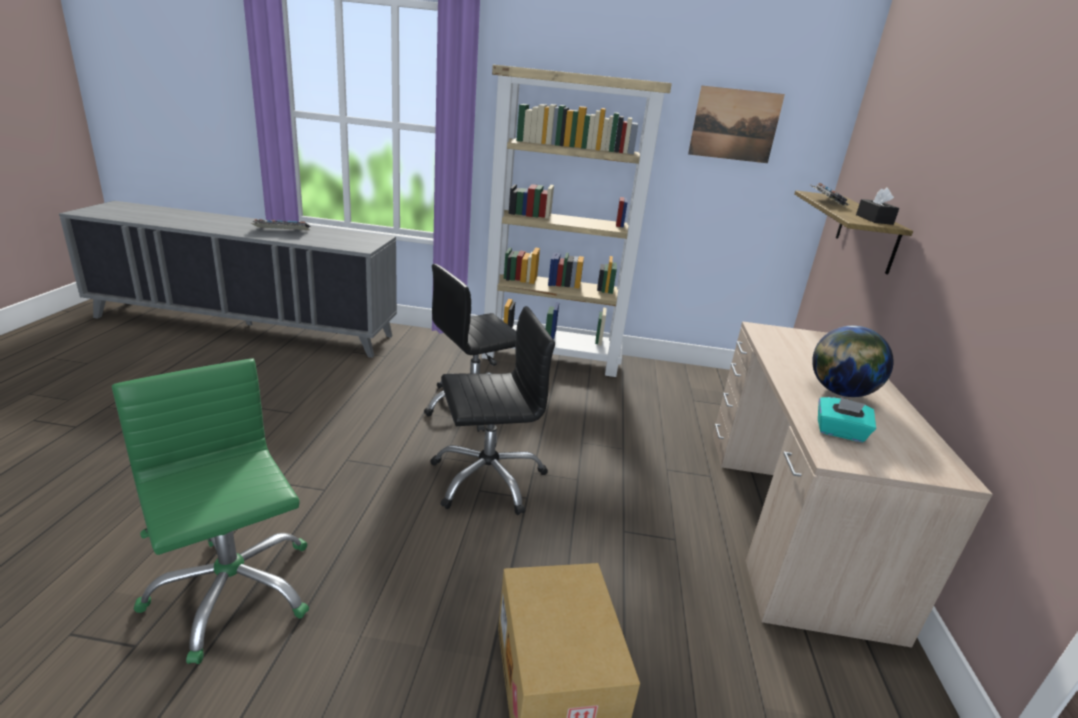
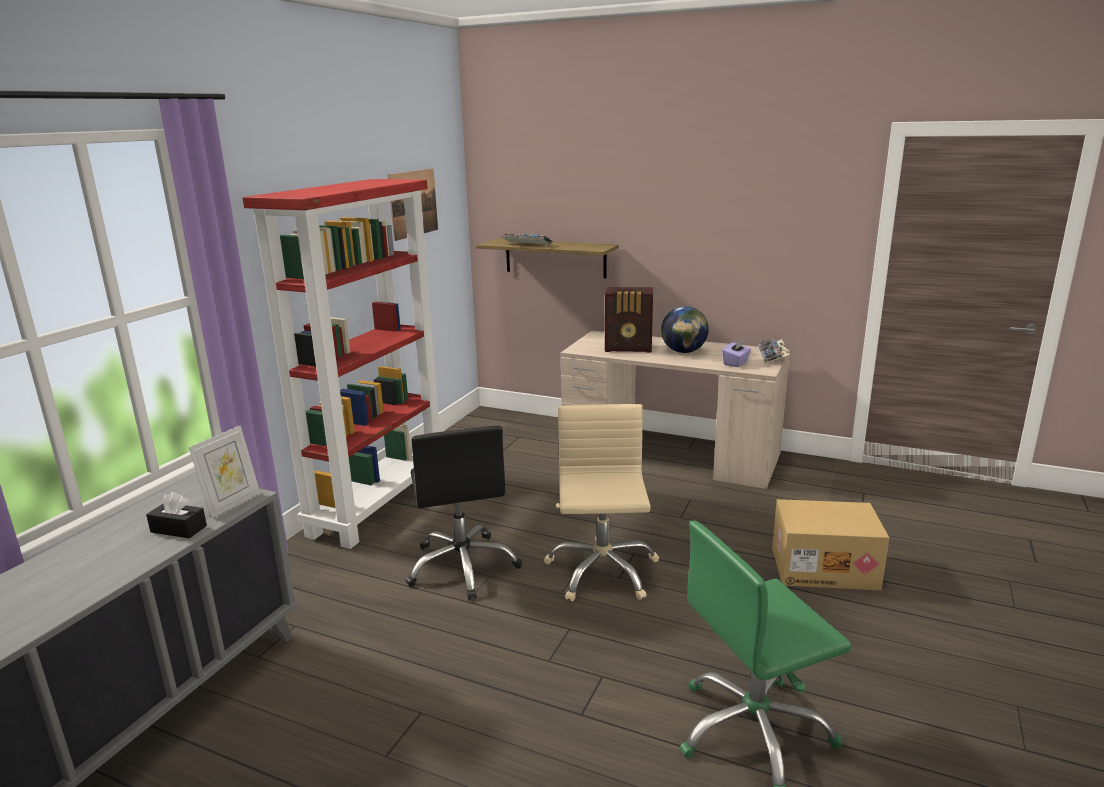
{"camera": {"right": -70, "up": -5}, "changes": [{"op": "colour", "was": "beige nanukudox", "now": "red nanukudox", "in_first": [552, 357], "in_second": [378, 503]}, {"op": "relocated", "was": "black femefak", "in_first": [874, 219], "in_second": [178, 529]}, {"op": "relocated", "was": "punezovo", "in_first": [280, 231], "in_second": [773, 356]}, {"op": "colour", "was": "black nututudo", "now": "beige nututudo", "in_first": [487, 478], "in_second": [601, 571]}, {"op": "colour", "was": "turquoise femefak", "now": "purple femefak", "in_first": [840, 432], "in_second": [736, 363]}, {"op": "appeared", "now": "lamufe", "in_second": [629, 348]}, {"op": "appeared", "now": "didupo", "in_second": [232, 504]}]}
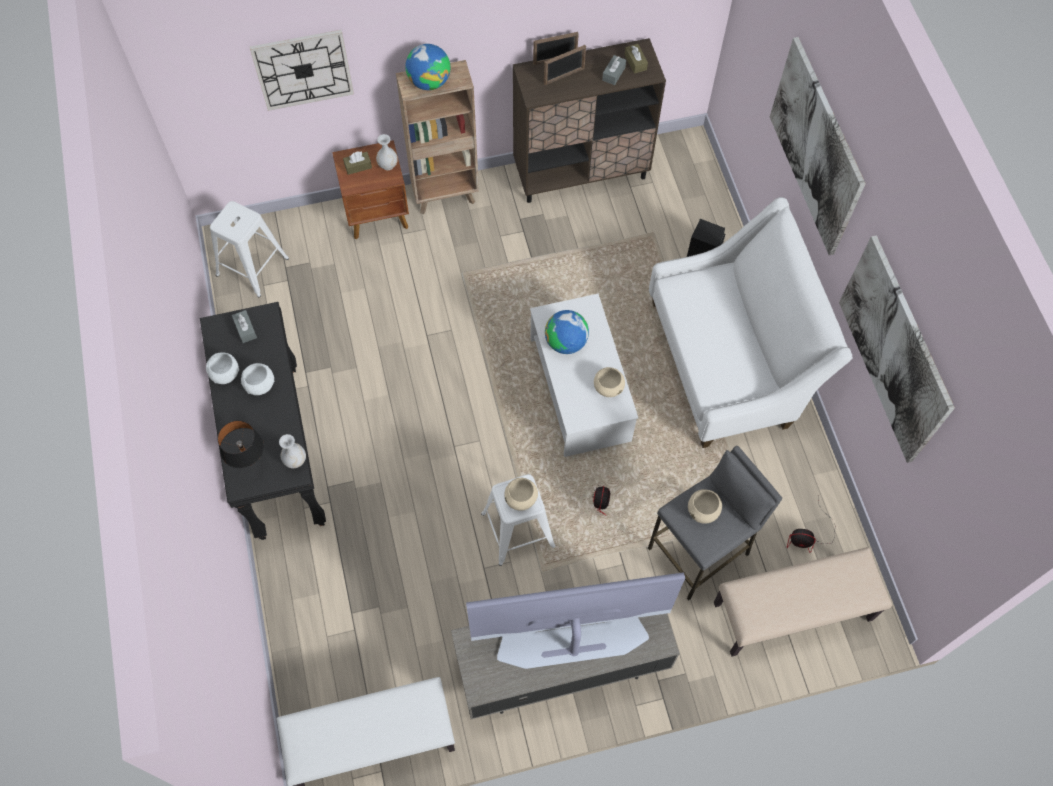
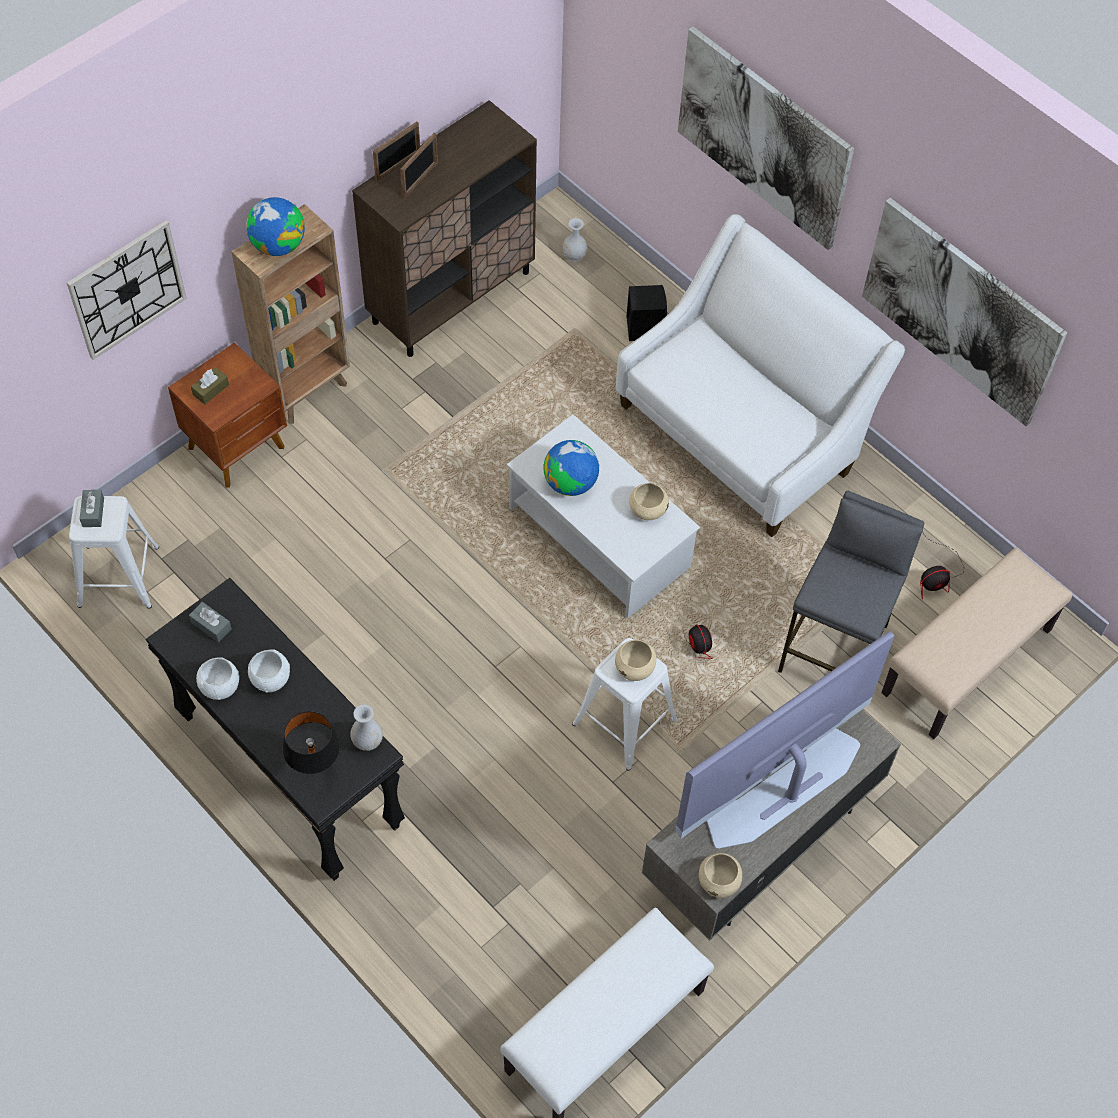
{"camera": {"right": -30, "up": -5}, "changes": [{"op": "missing", "was": "brown femefak", "in_first": [635, 62]}, {"op": "relocated", "was": "grey femefak", "in_first": [613, 74], "in_second": [93, 512]}, {"op": "relocated", "was": "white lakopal", "in_first": [388, 165], "in_second": [574, 255]}, {"op": "relocated", "was": "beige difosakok", "in_first": [703, 511], "in_second": [719, 881]}]}
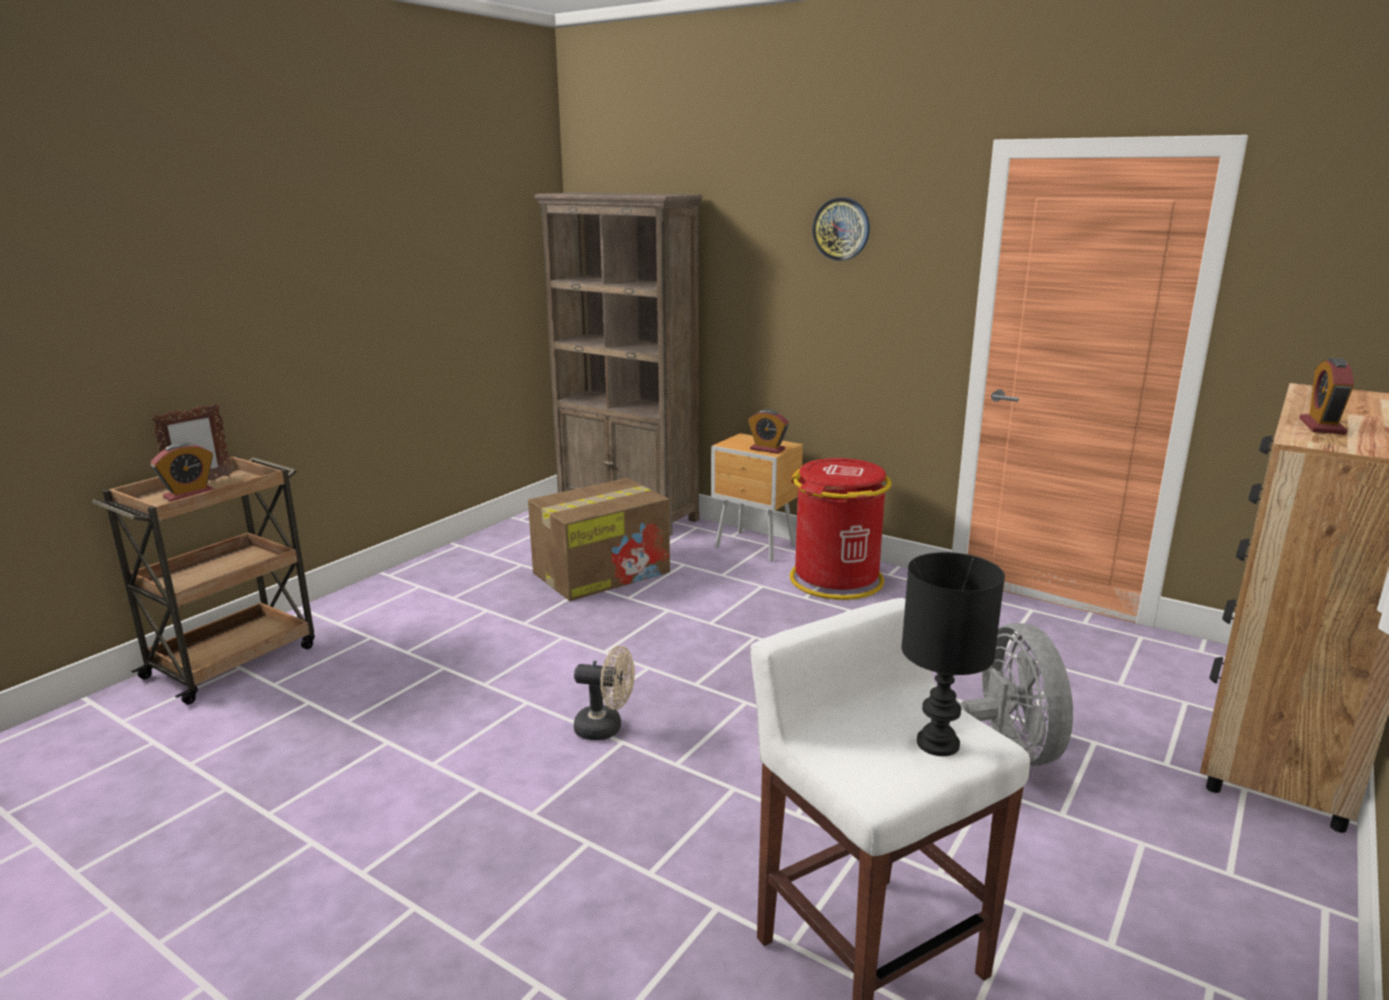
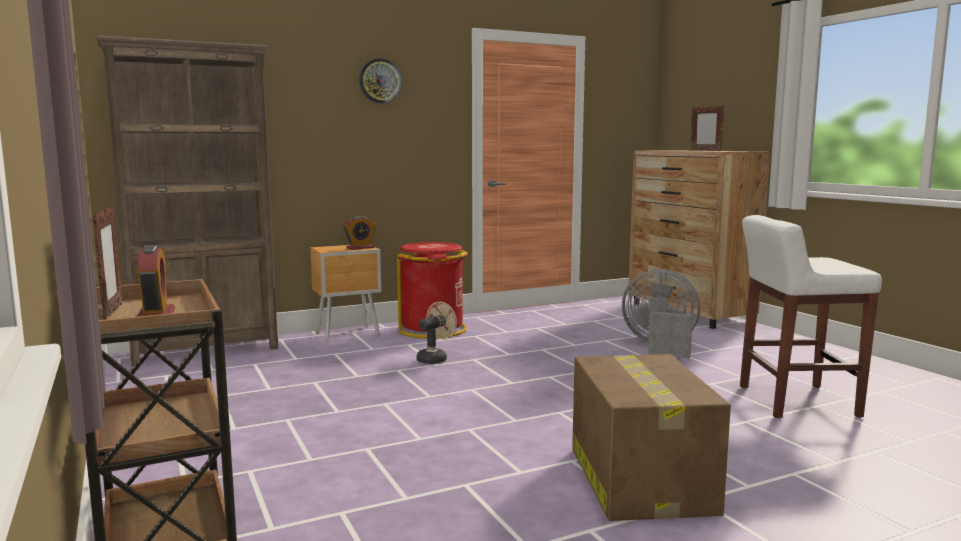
{"camera": {"right": -60, "up": -10}, "changes": [{"op": "exchanged", "was": "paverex", "now": "didupo", "in_first": [1322, 426], "in_second": [705, 151]}, {"op": "relocated", "was": "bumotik", "in_first": [603, 572], "in_second": [639, 478]}, {"op": "missing", "was": "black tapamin", "in_first": [939, 743]}, {"op": "relocated", "was": "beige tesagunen", "in_first": [606, 728], "in_second": [435, 358]}]}
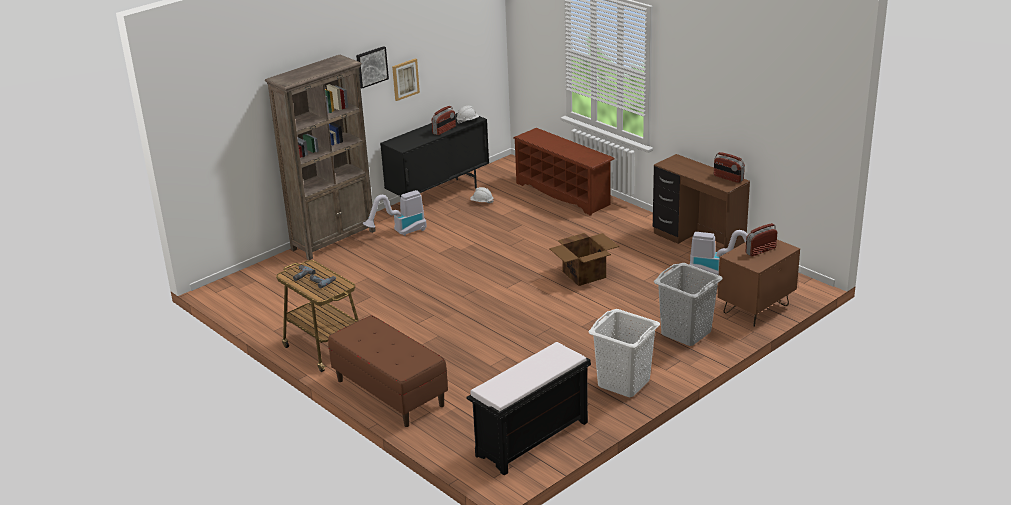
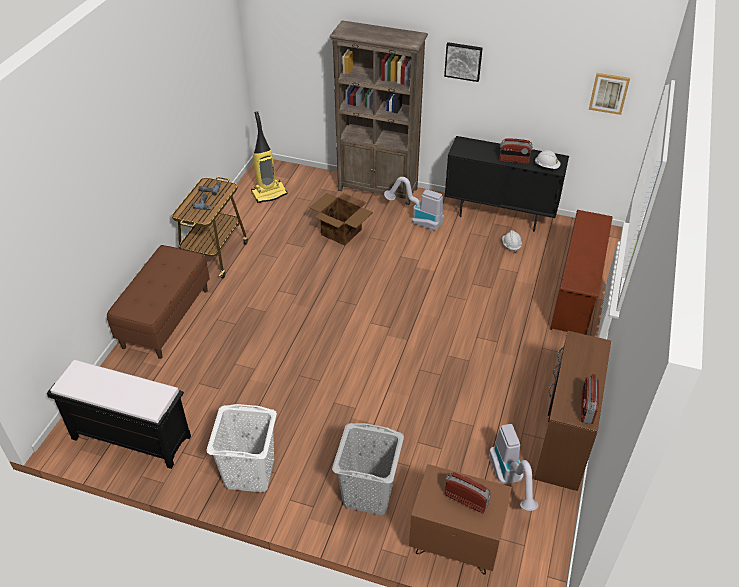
{"camera": {"right": 60, "up": 15}, "changes": [{"op": "relocated", "was": "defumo", "in_first": [405, 79], "in_second": [609, 93]}, {"op": "relocated", "was": "bumotik", "in_first": [585, 274], "in_second": [341, 232]}, {"op": "appeared", "now": "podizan", "in_second": [269, 193]}]}
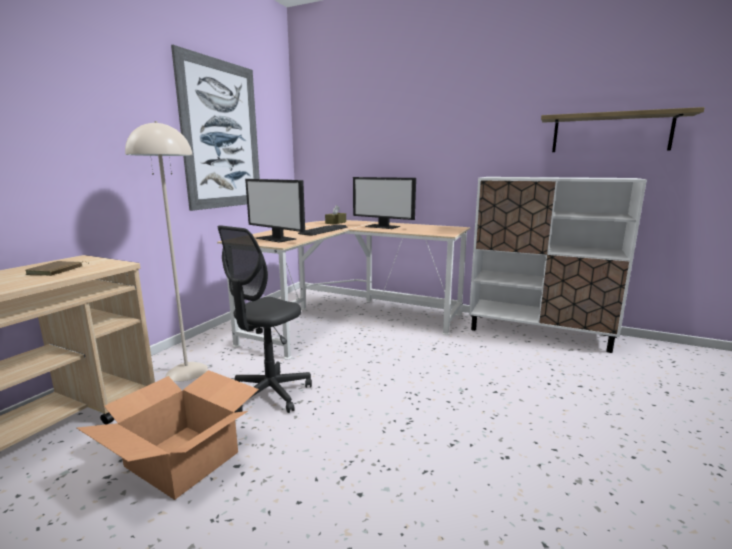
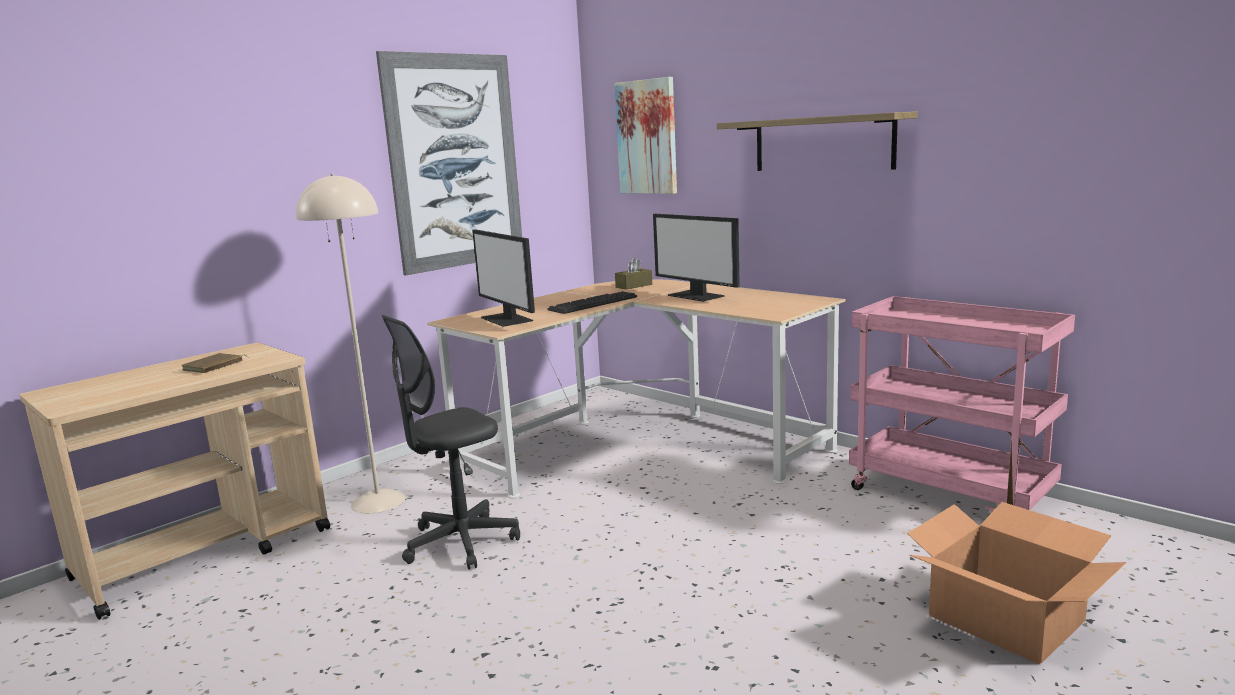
{"camera": {"right": 20, "up": 0}, "changes": [{"op": "relocated", "was": "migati", "in_first": [610, 133], "in_second": [822, 143]}, {"op": "exchanged", "was": "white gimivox", "now": "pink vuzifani", "in_first": [538, 332], "in_second": [951, 494]}, {"op": "relocated", "was": "bumotik", "in_first": [183, 458], "in_second": [1006, 617]}, {"op": "appeared", "now": "defumo", "in_second": [647, 137]}]}
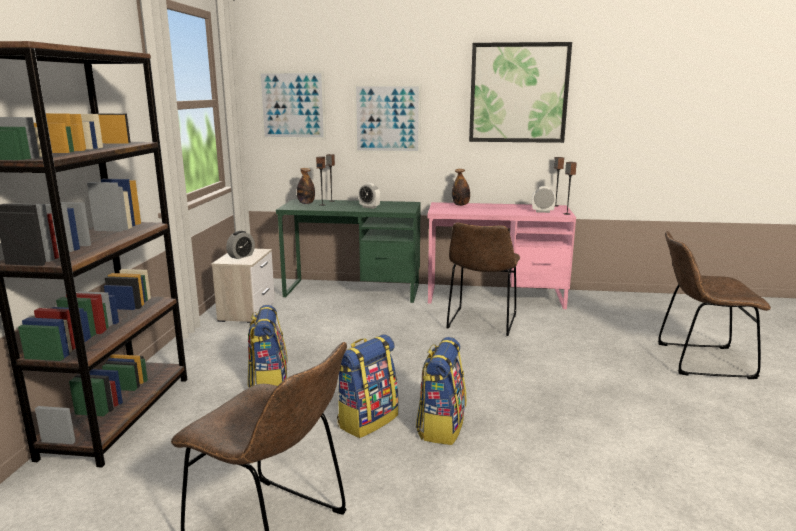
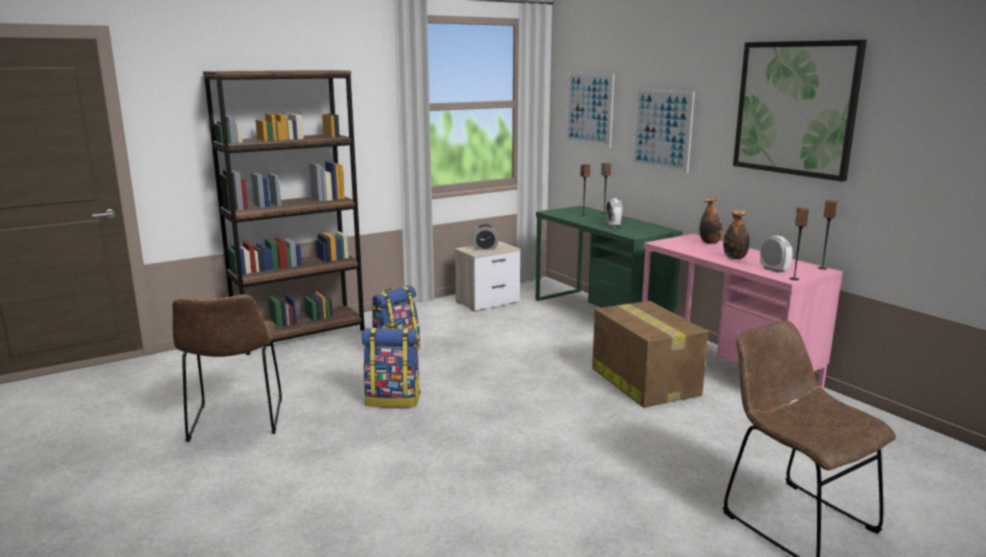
{"camera": {"right": 50, "up": 0}, "changes": [{"op": "relocated", "was": "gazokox", "in_first": [306, 203], "in_second": [734, 258]}, {"op": "exchanged", "was": "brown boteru", "now": "bumotik", "in_first": [481, 323], "in_second": [643, 381]}, {"op": "missing", "was": "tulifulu", "in_first": [441, 426]}]}
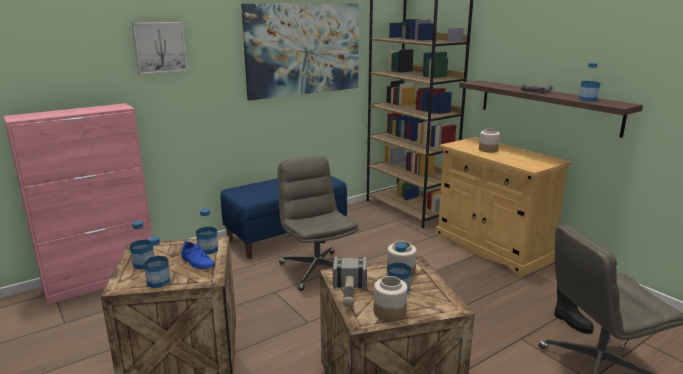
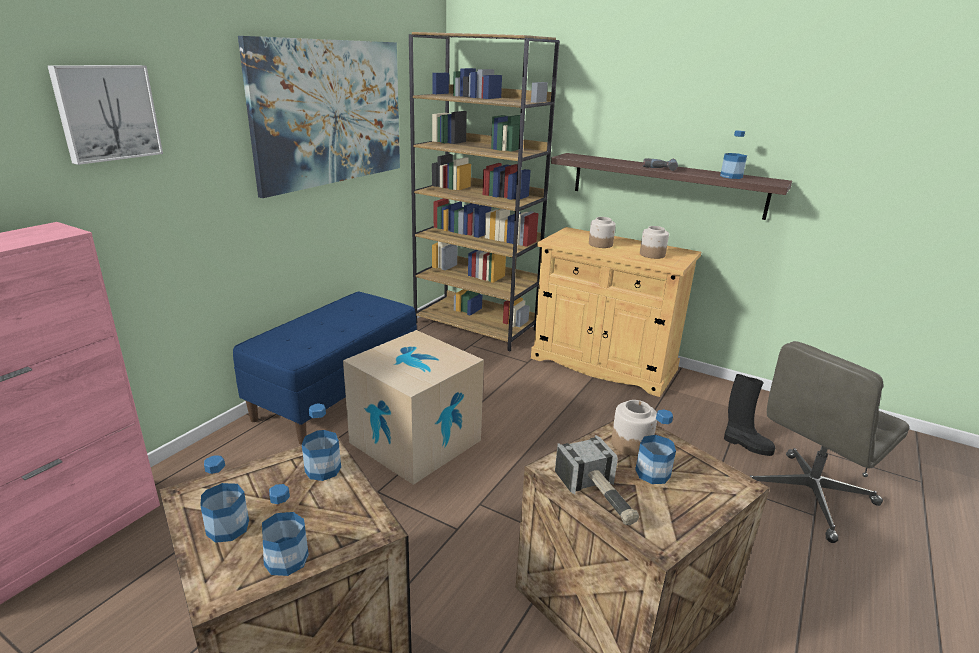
{"camera": {"right": -25, "up": 5}, "changes": [{"op": "exchanged", "was": "grey nututudo", "now": "bumotik", "in_first": [316, 270], "in_second": [415, 441]}, {"op": "missing", "was": "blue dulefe", "in_first": [198, 262]}, {"op": "relocated", "was": "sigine", "in_first": [389, 312], "in_second": [652, 254]}]}
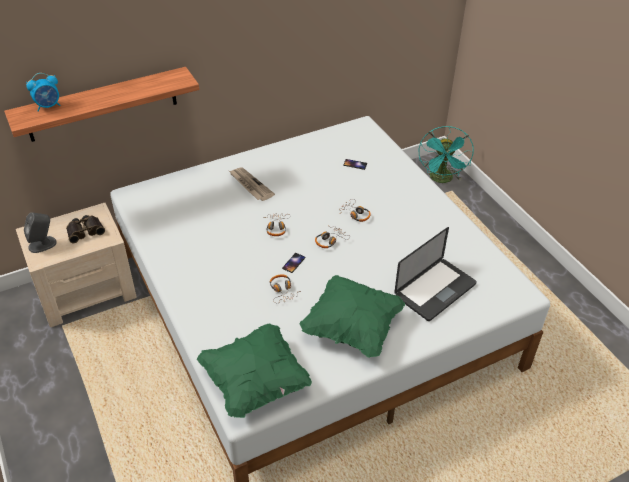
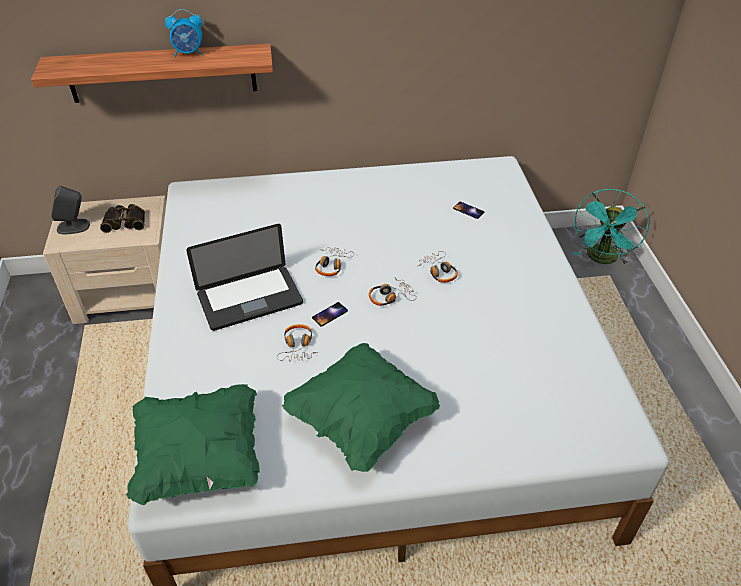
{"camera": {"right": 20, "up": 0}, "changes": [{"op": "relocated", "was": "paverex", "in_first": [48, 106], "in_second": [189, 53]}, {"op": "missing", "was": "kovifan", "in_first": [250, 185]}, {"op": "relocated", "was": "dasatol", "in_first": [435, 290], "in_second": [250, 299]}]}
